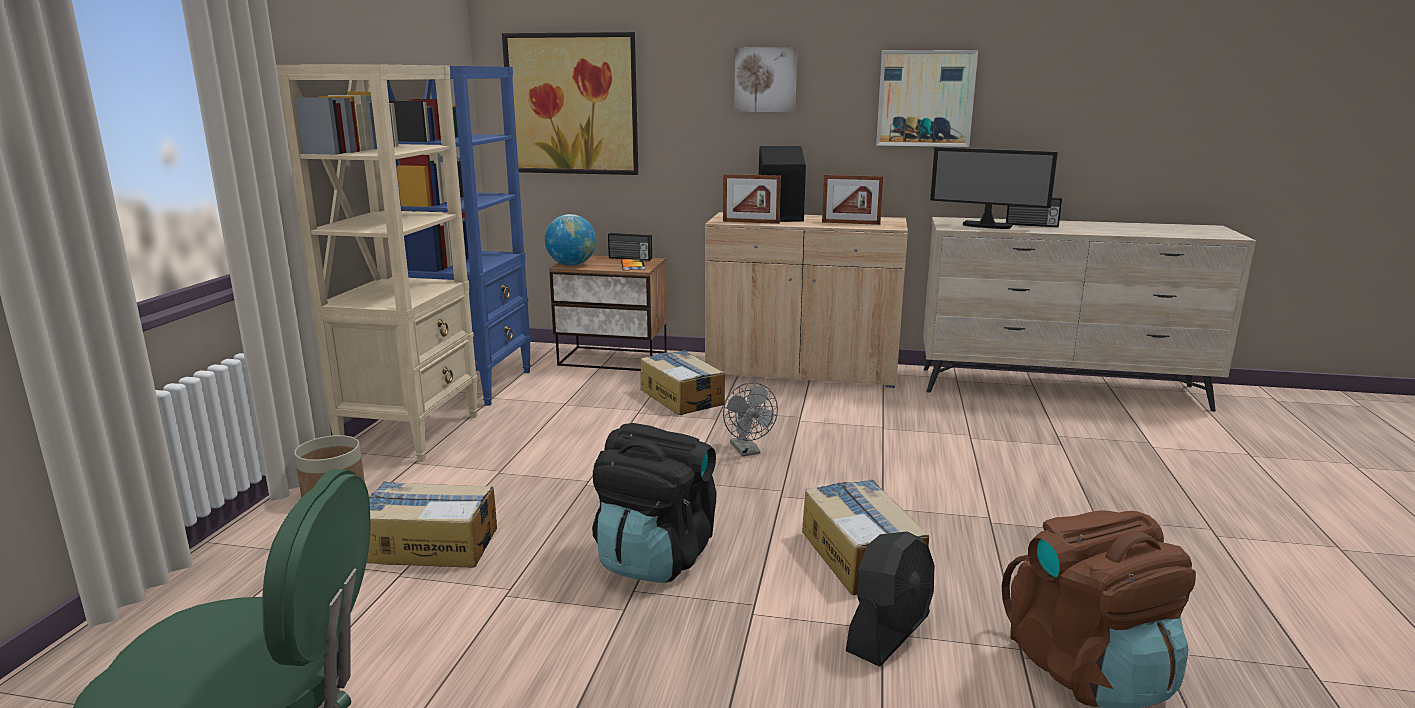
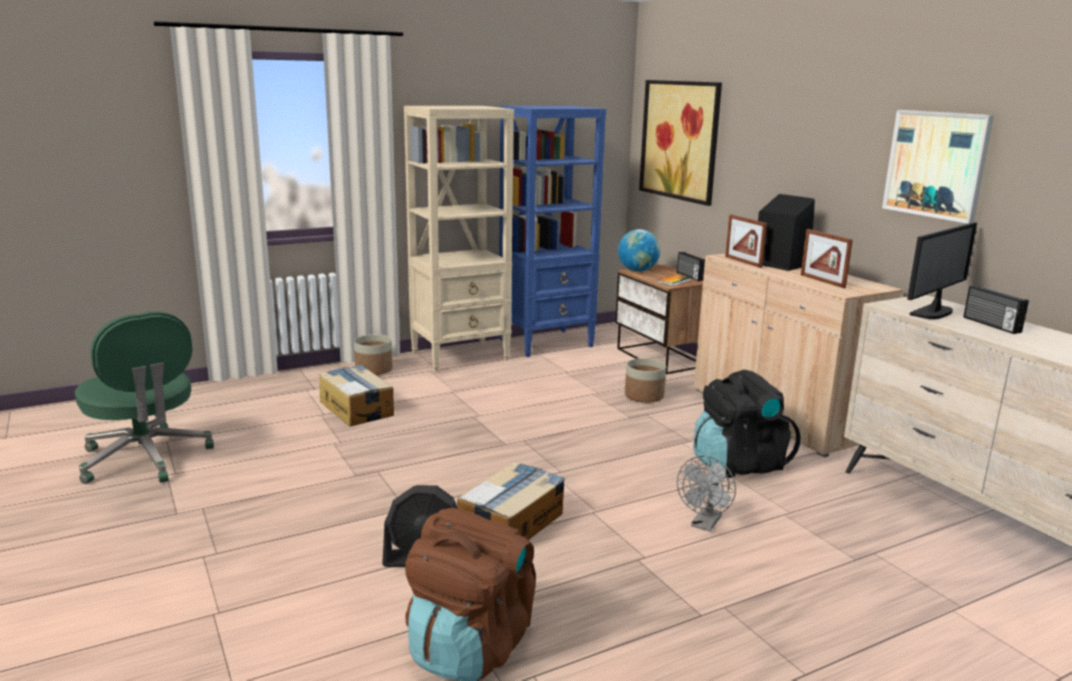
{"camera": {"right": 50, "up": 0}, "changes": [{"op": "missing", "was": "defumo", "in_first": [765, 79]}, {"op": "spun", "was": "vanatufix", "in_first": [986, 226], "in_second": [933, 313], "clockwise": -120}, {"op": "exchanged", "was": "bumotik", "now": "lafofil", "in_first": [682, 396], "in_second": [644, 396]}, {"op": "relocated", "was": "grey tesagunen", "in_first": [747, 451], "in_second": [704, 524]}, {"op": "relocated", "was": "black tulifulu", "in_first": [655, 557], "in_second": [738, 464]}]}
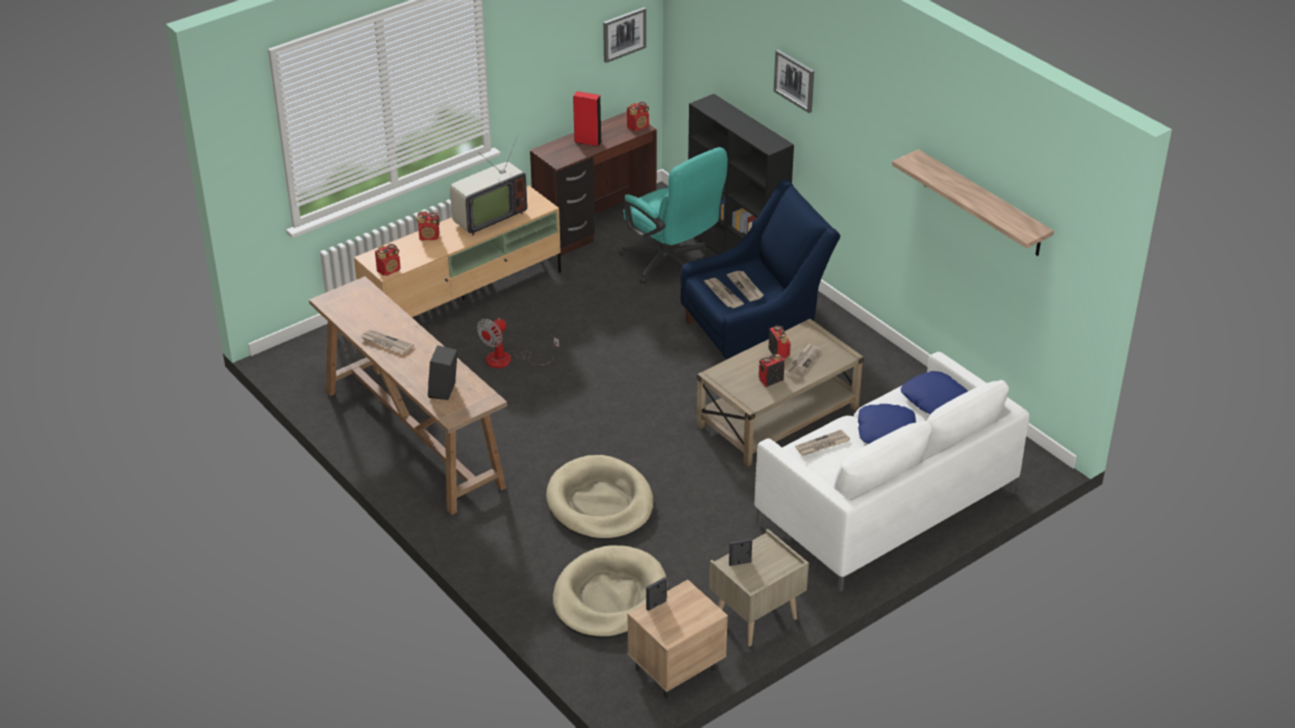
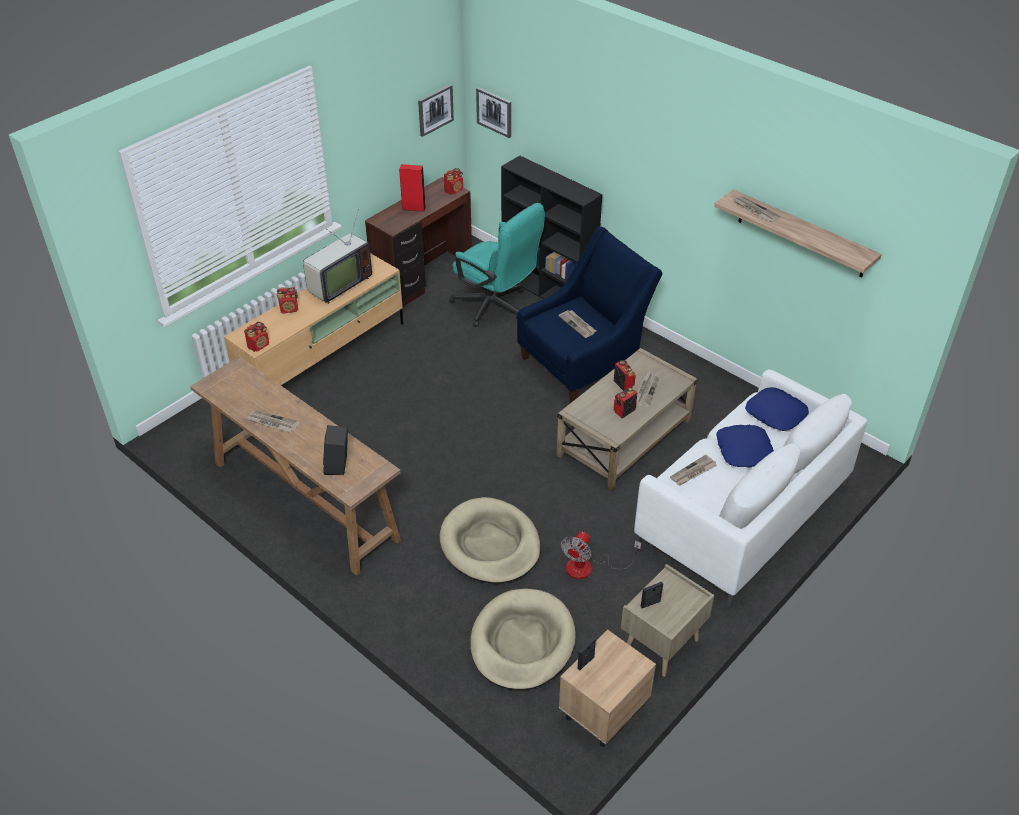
{"camera": {"right": -10, "up": 5}, "changes": [{"op": "relocated", "was": "defumo", "in_first": [795, 80], "in_second": [494, 112]}, {"op": "relocated", "was": "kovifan", "in_first": [722, 294], "in_second": [755, 210]}, {"op": "relocated", "was": "tesagunen", "in_first": [508, 360], "in_second": [588, 567]}]}
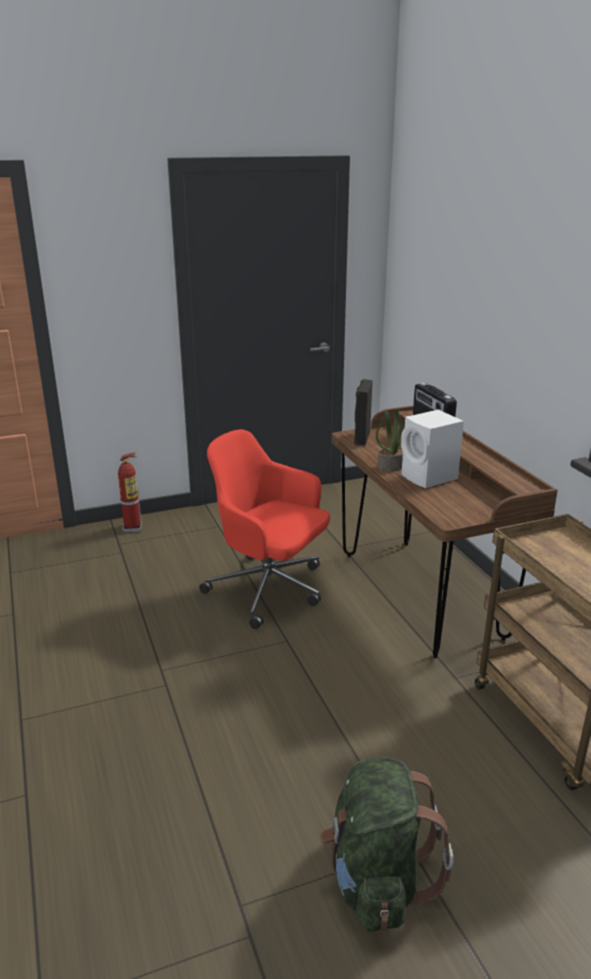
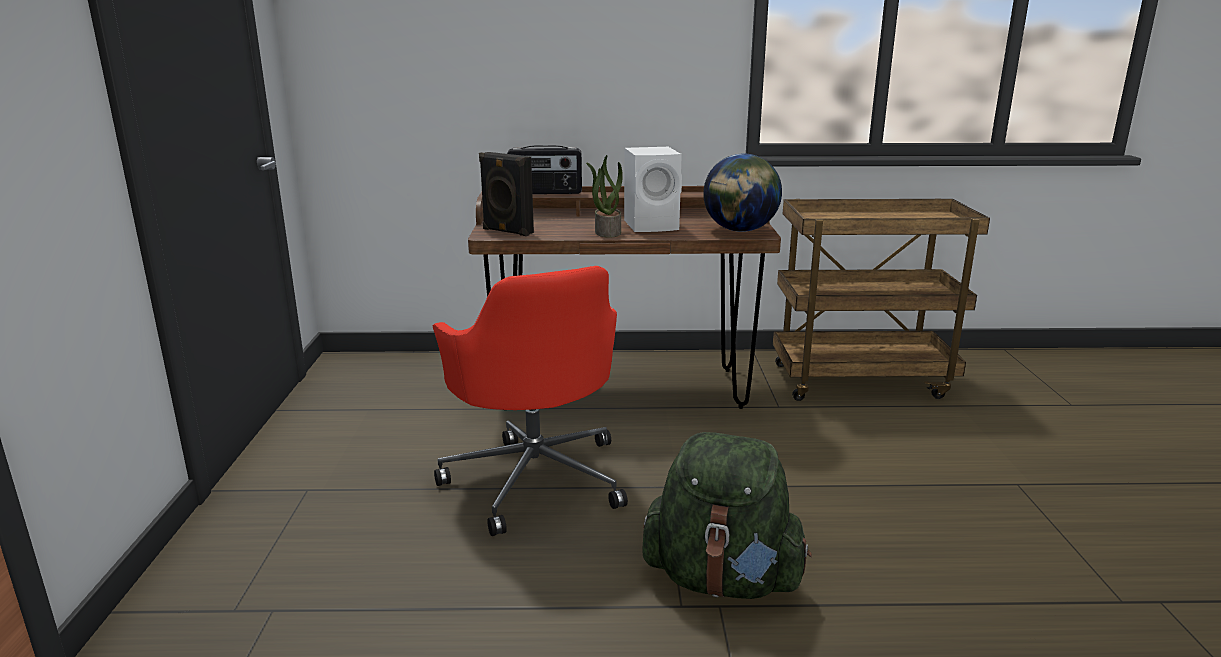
{"camera": {"right": -70, "up": -5}, "changes": [{"op": "spun", "was": "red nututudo", "in_first": [269, 589], "in_second": [535, 477], "clockwise": -75}, {"op": "missing", "was": "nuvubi", "in_first": [133, 528]}, {"op": "relocated", "was": "green tulifulu", "in_first": [377, 881], "in_second": [722, 579]}, {"op": "appeared", "now": "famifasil", "in_second": [740, 230]}]}
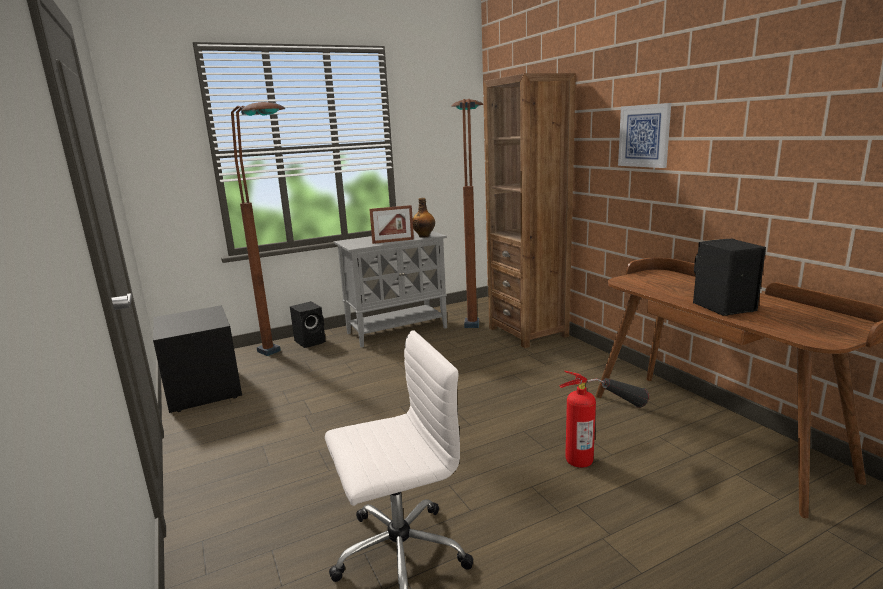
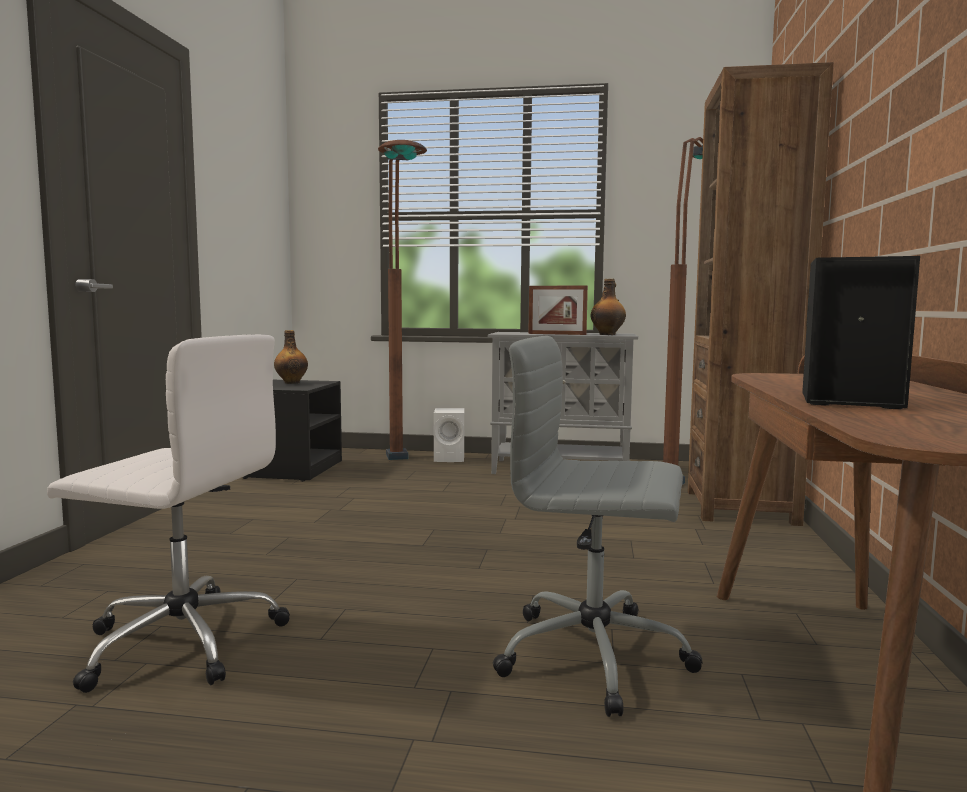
{"camera": {"right": 35, "up": -10}, "changes": [{"op": "missing", "was": "defumo", "in_first": [644, 136]}, {"op": "colour", "was": "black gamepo", "now": "white gamepo", "in_first": [311, 341], "in_second": [450, 458]}, {"op": "exchanged", "was": "nuvubi", "now": "grey nututudo", "in_first": [601, 454], "in_second": [596, 656]}, {"op": "appeared", "now": "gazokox", "in_second": [291, 382]}]}
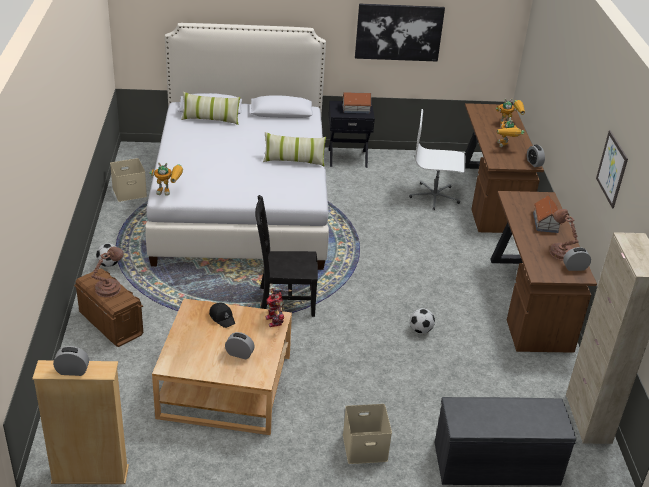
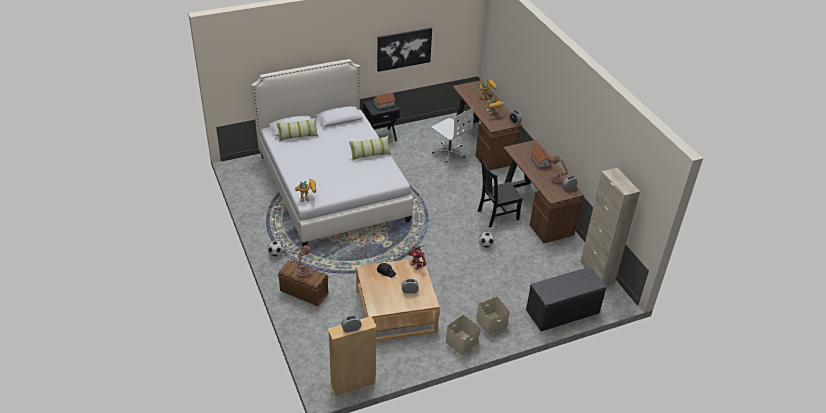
{"camera": {"right": -20, "up": 5}, "changes": [{"op": "spun", "was": "white nututudo", "in_first": [434, 196], "in_second": [449, 152], "clockwise": -120}, {"op": "missing", "was": "defumo", "in_first": [612, 169]}, {"op": "relocated", "was": "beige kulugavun", "in_first": [129, 192], "in_second": [461, 343]}, {"op": "relocated", "was": "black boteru", "in_first": [284, 301], "in_second": [496, 215]}]}
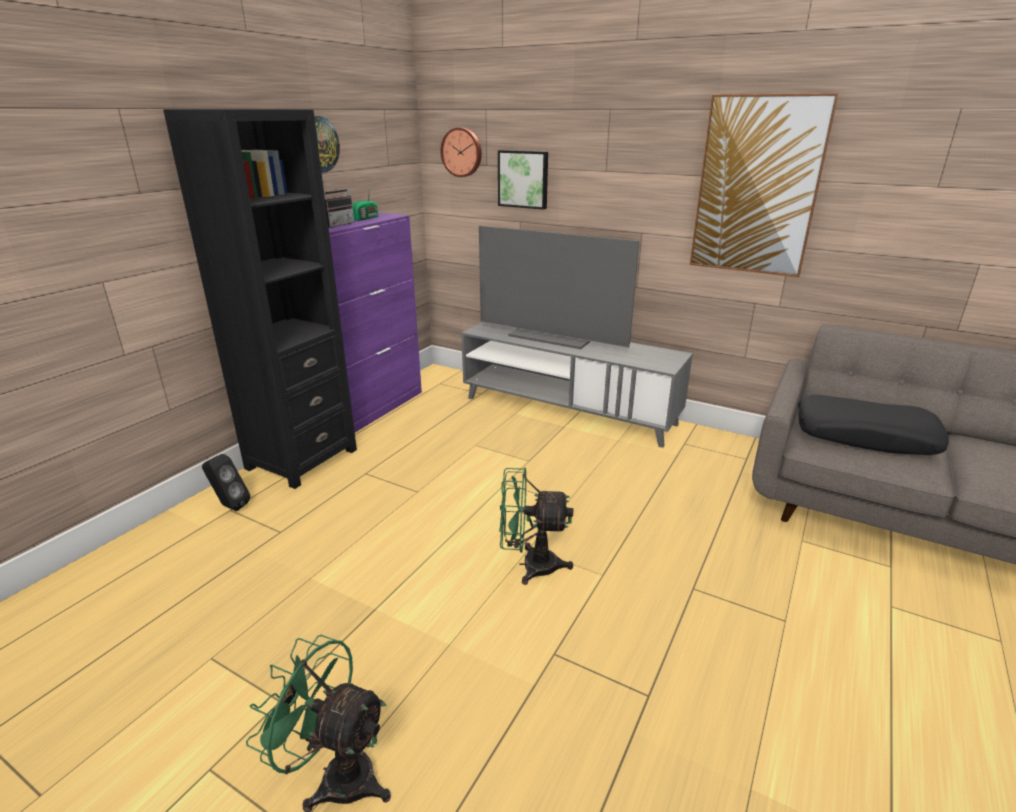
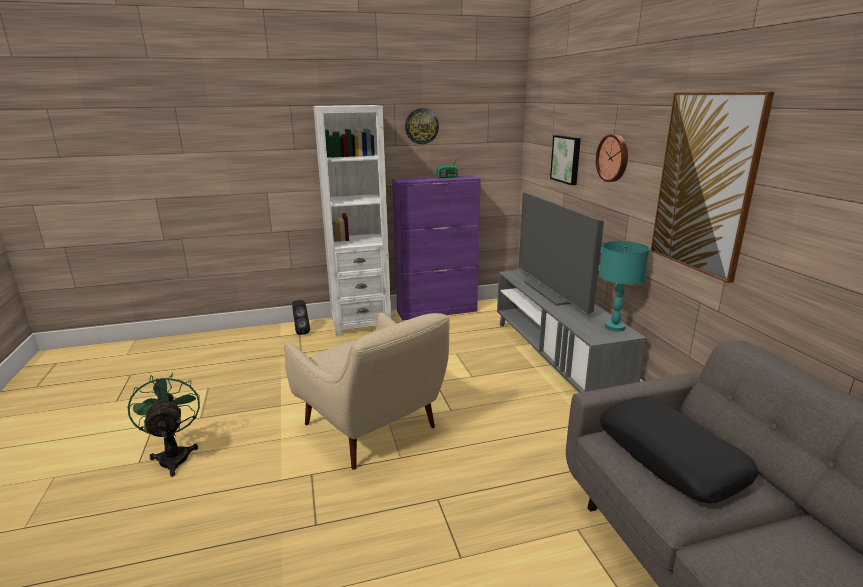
{"camera": {"right": 45, "up": -5}, "changes": [{"op": "colour", "was": "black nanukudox", "now": "white nanukudox", "in_first": [301, 459], "in_second": [360, 323]}, {"op": "relocated", "was": "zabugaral", "in_first": [462, 152], "in_second": [613, 158]}, {"op": "missing", "was": "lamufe", "in_first": [336, 225]}, {"op": "exchanged", "was": "green tesagunen", "now": "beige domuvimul", "in_first": [530, 565], "in_second": [373, 429]}, {"op": "appeared", "now": "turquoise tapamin", "in_second": [614, 327]}]}
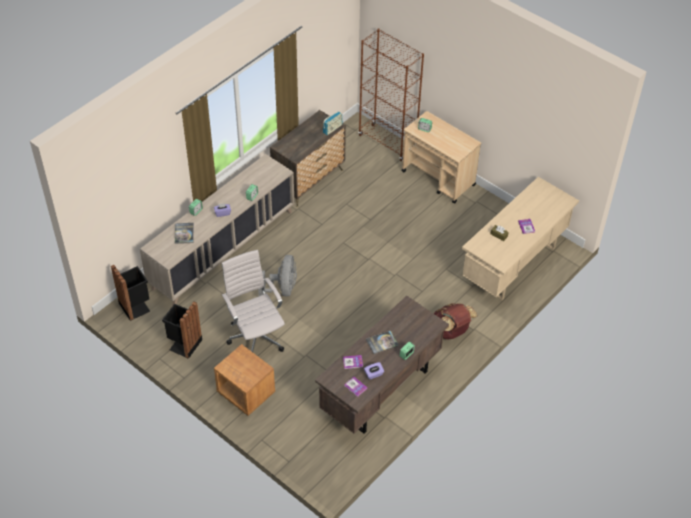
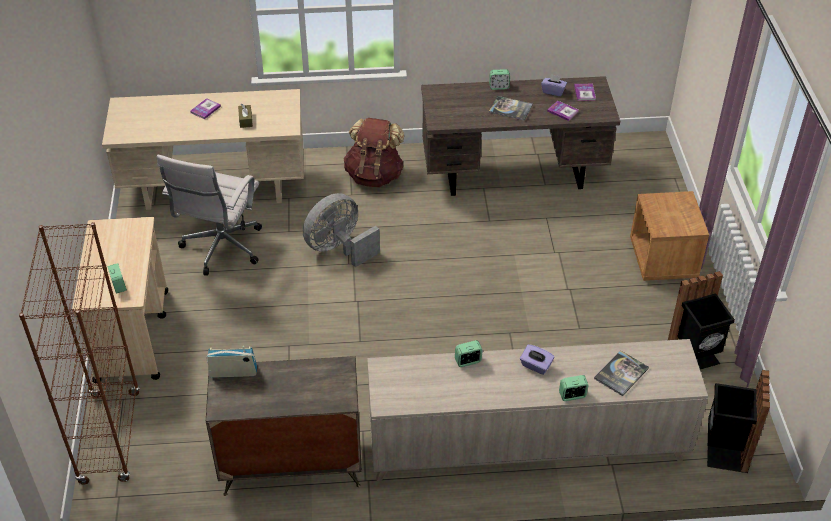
{"camera": {"right": -135, "up": -5}, "changes": [{"op": "relocated", "was": "white nututudo", "in_first": [255, 337], "in_second": [221, 249]}, {"op": "relocated", "was": "grey tesagunen", "in_first": [282, 289], "in_second": [339, 249]}]}
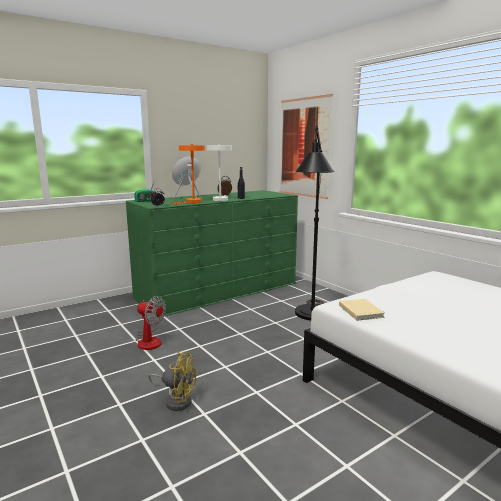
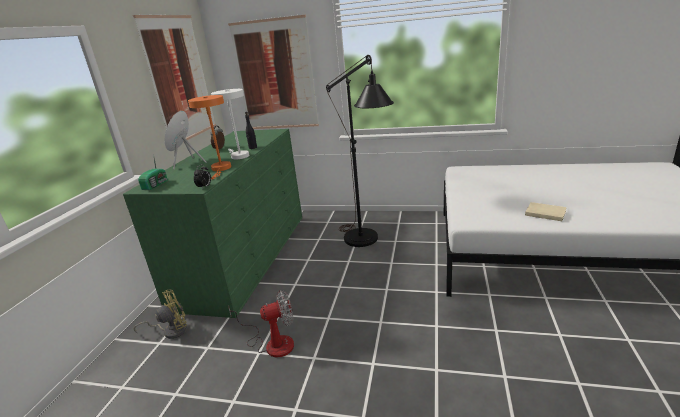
{"camera": {"right": -40, "up": 10}, "changes": [{"op": "relocated", "was": "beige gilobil", "in_first": [360, 310], "in_second": [544, 212]}, {"op": "relocated", "was": "yellow tesagunen", "in_first": [176, 400], "in_second": [171, 330]}, {"op": "appeared", "now": "defumo", "in_second": [179, 78]}]}
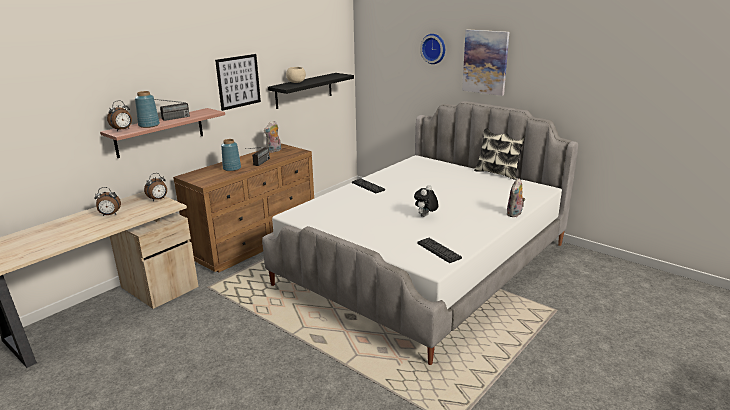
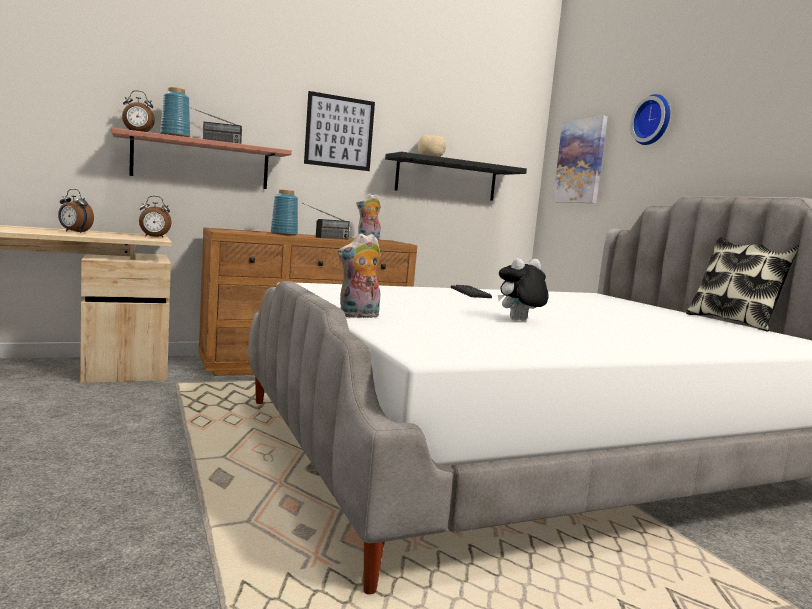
{"camera": {"right": 25, "up": -15}, "changes": [{"op": "relocated", "was": "defumo", "in_first": [485, 62], "in_second": [580, 161]}, {"op": "relocated", "was": "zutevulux", "in_first": [514, 214], "in_second": [358, 316]}, {"op": "missing", "was": "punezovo", "in_first": [438, 250]}]}
